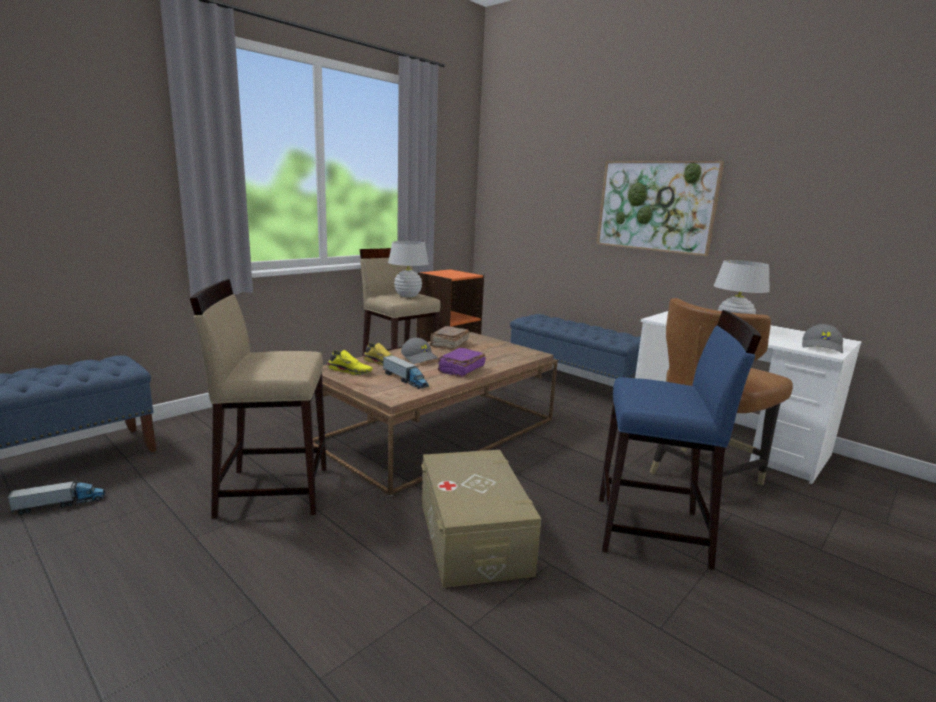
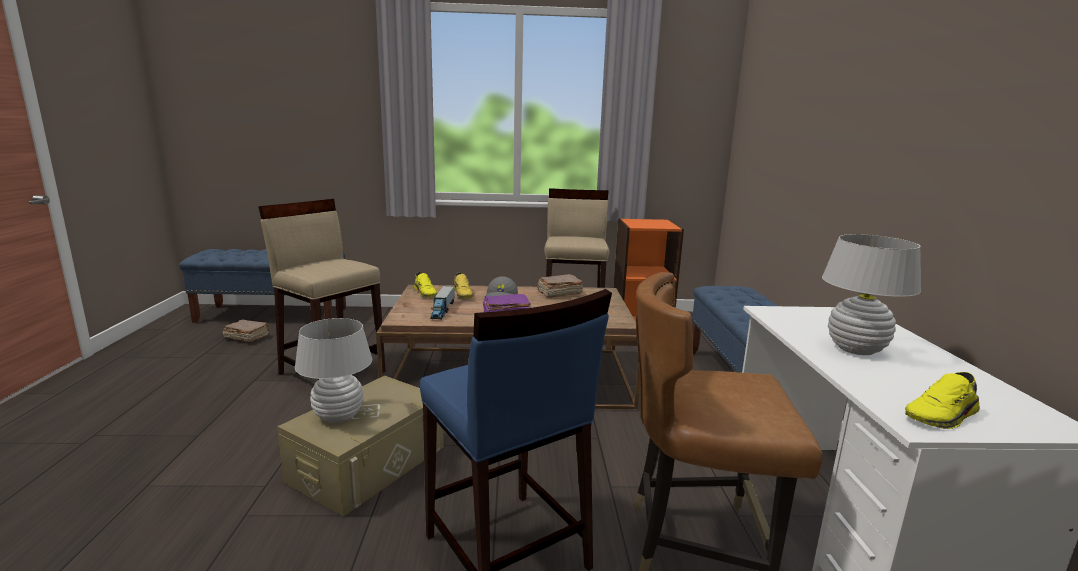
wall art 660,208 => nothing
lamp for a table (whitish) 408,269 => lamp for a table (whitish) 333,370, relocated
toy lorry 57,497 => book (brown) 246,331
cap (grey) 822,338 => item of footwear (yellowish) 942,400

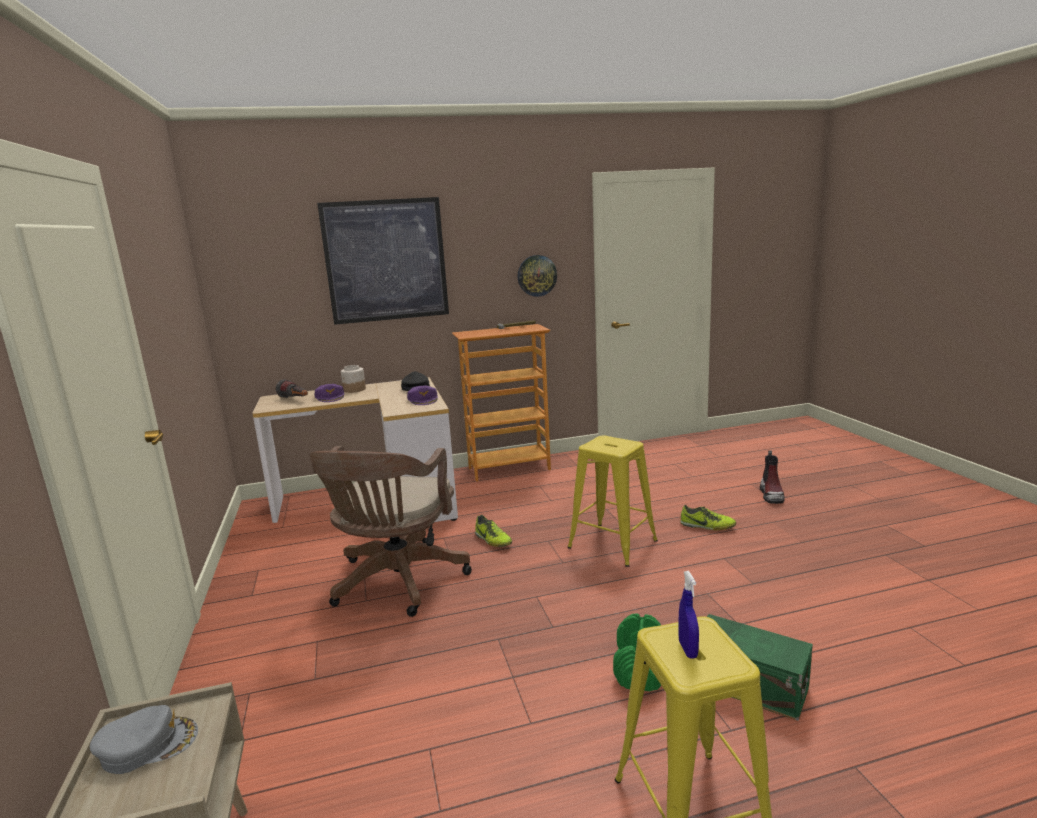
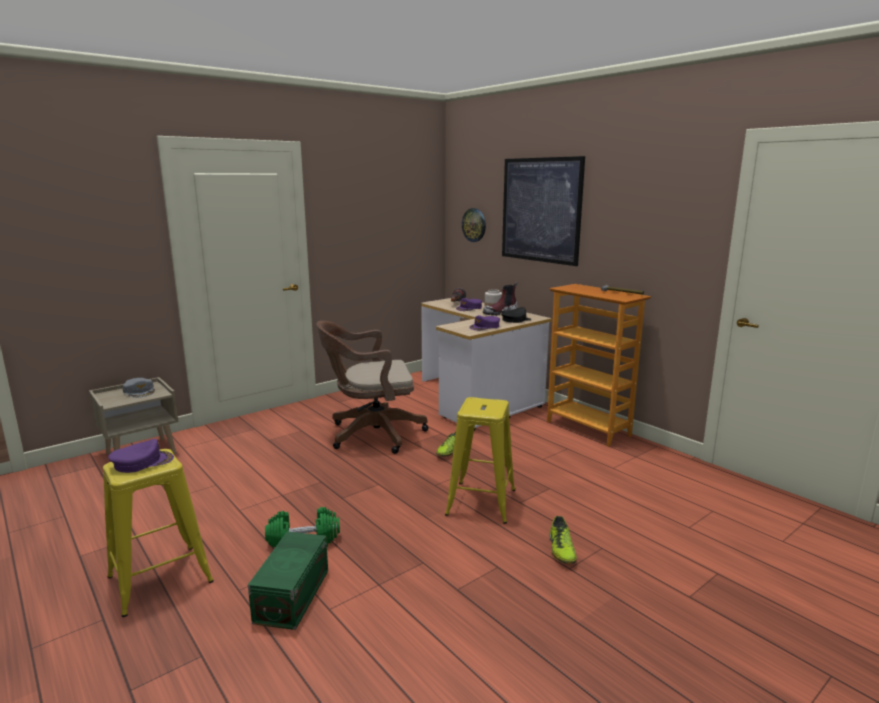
hanging clock 537,276 => hanging clock 474,225, relocated
tall boot 772,477 => tall boot 500,299, relocated
hand sprayer (bluish) 688,614 => cap (purple-coloured) 141,456

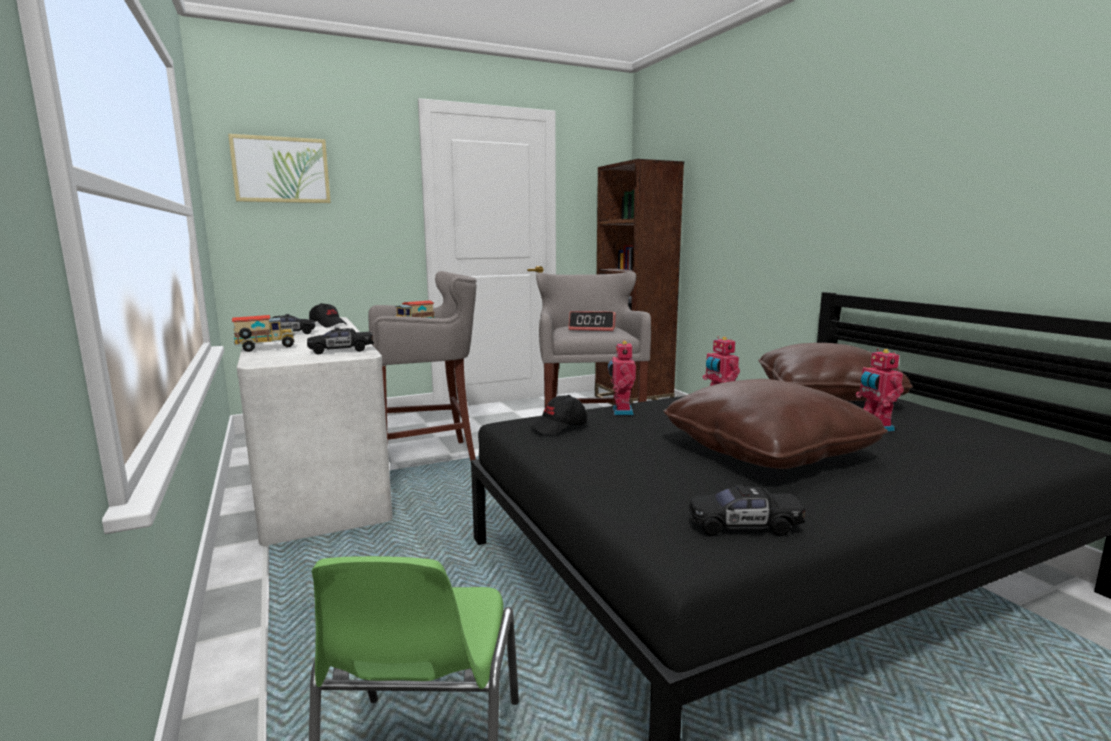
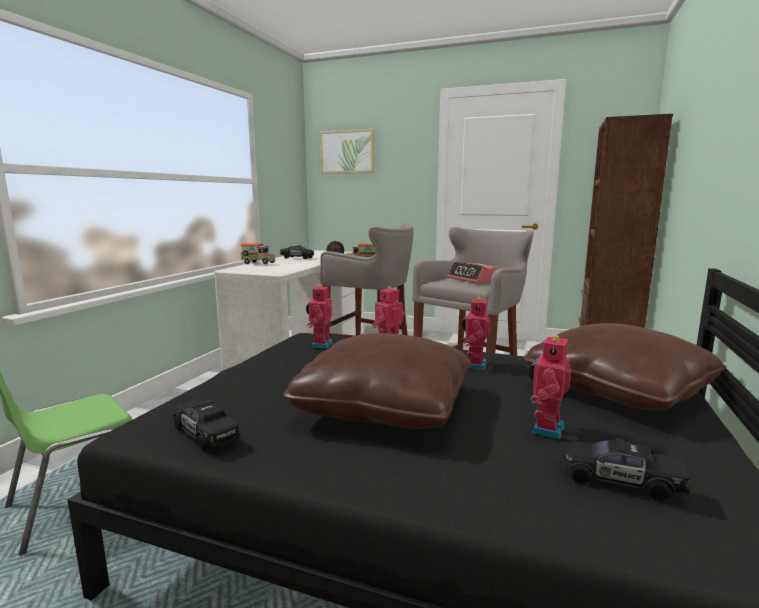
model car (black-coloured) 340,340 => model car (black-coloured) 626,469, relocated
cap (black-coloured) 558,415 => robot figure 319,316

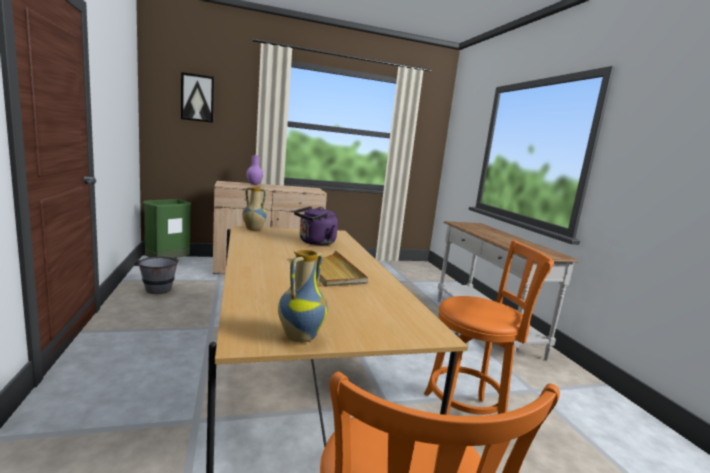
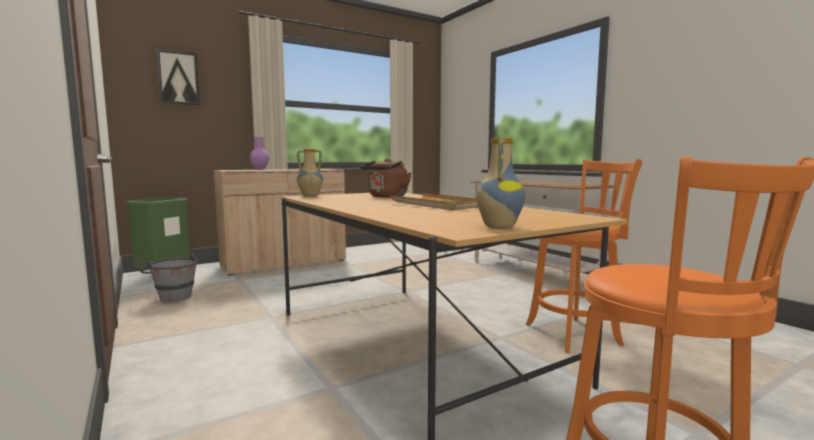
water kettle (purple-coloured) 316,225 => water kettle (brown) 386,178

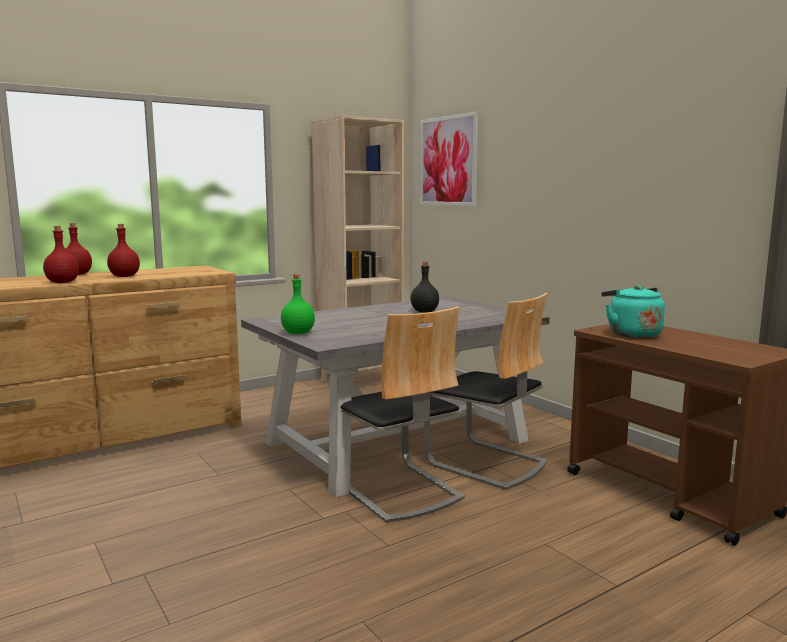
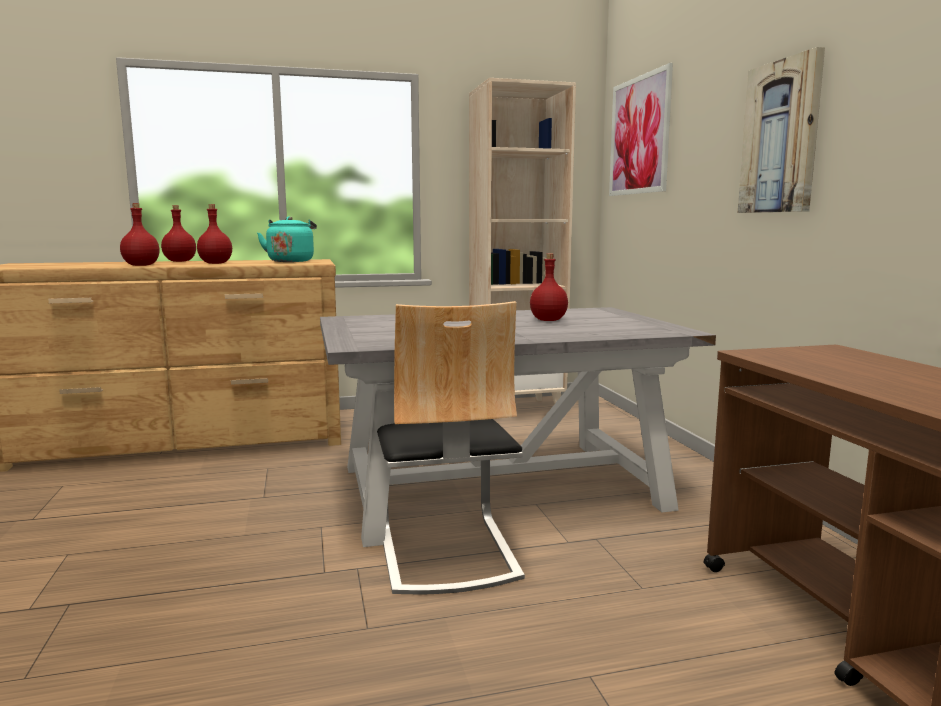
drink bottle (greenish) 298,304 => nothing
chair 485,391 => nothing
nothing => wall art 781,130
water kettle (turquoise) 633,311 => water kettle (turquoise) 287,239, relocated
drink bottle (black-coloured) 425,287 => drink bottle (red-coloured) 549,287

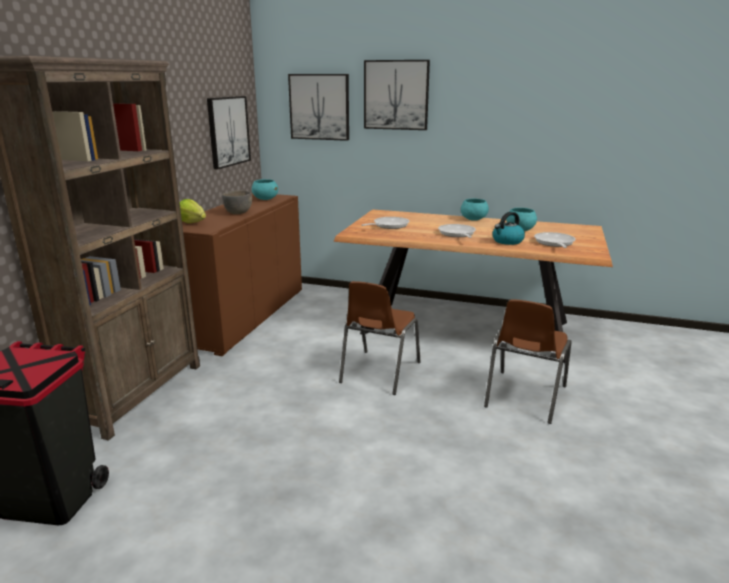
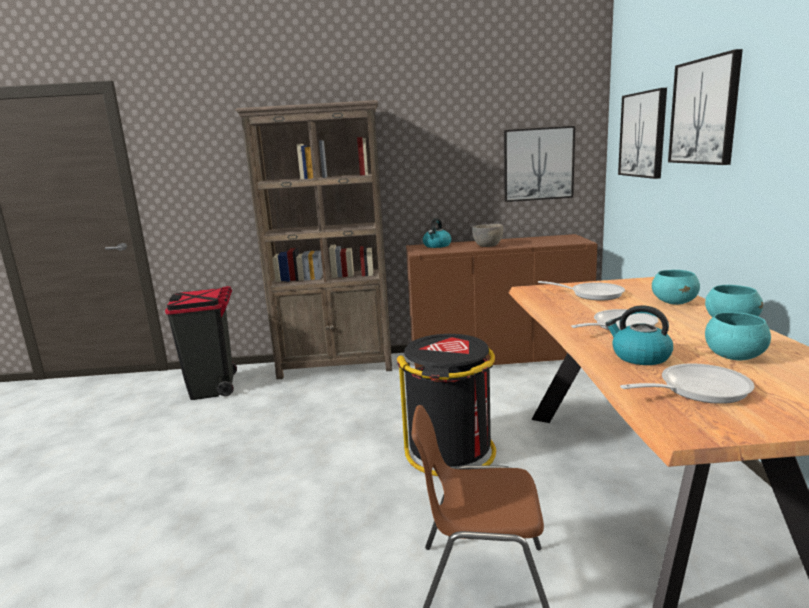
bowl (turquoise) 265,189 => bowl (turquoise) 676,287, relocated
head of lettuce 193,211 => water kettle 437,233
chair (brown) 380,338 => rubbish bin (black-coloured) 446,405

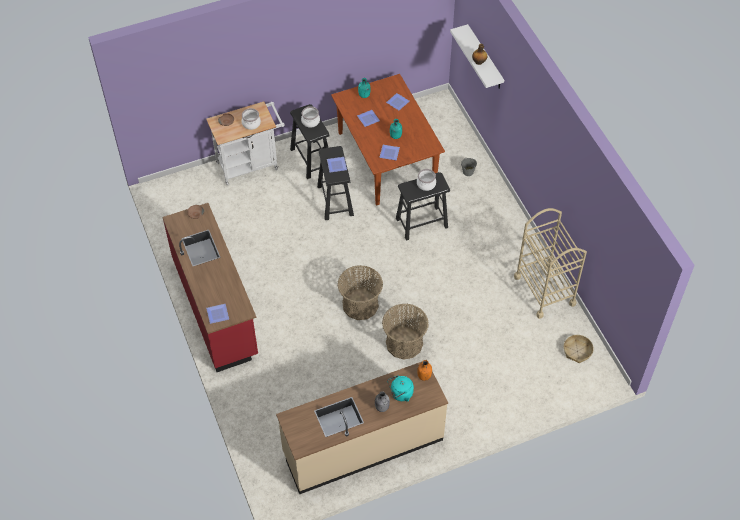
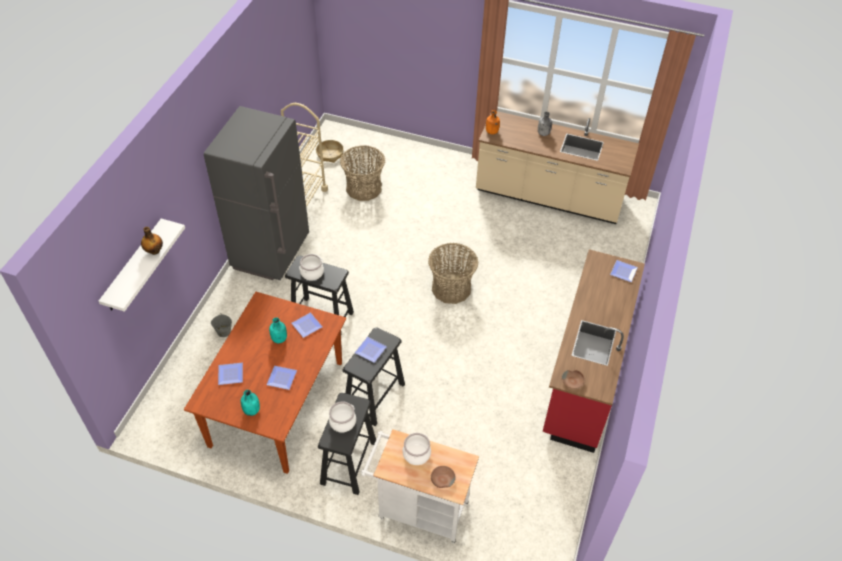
water kettle (turquoise) 400,388 => nothing
nothing => fridge (grey) 256,193
storage basket 405,332 => storage basket 362,173, relocated

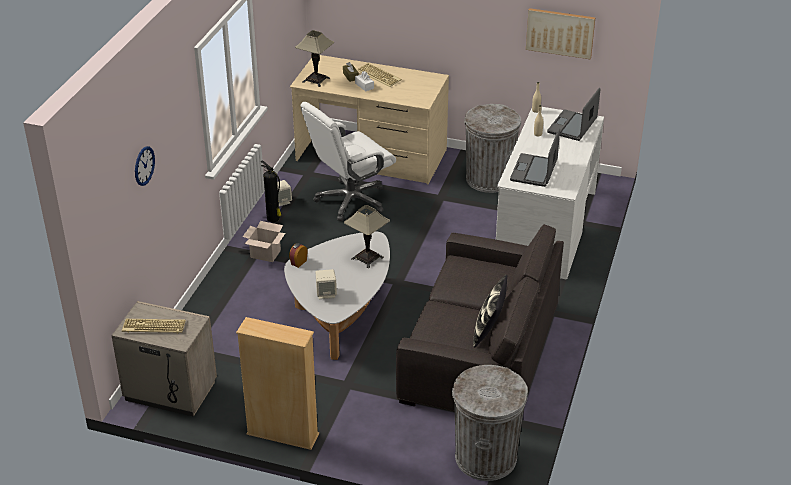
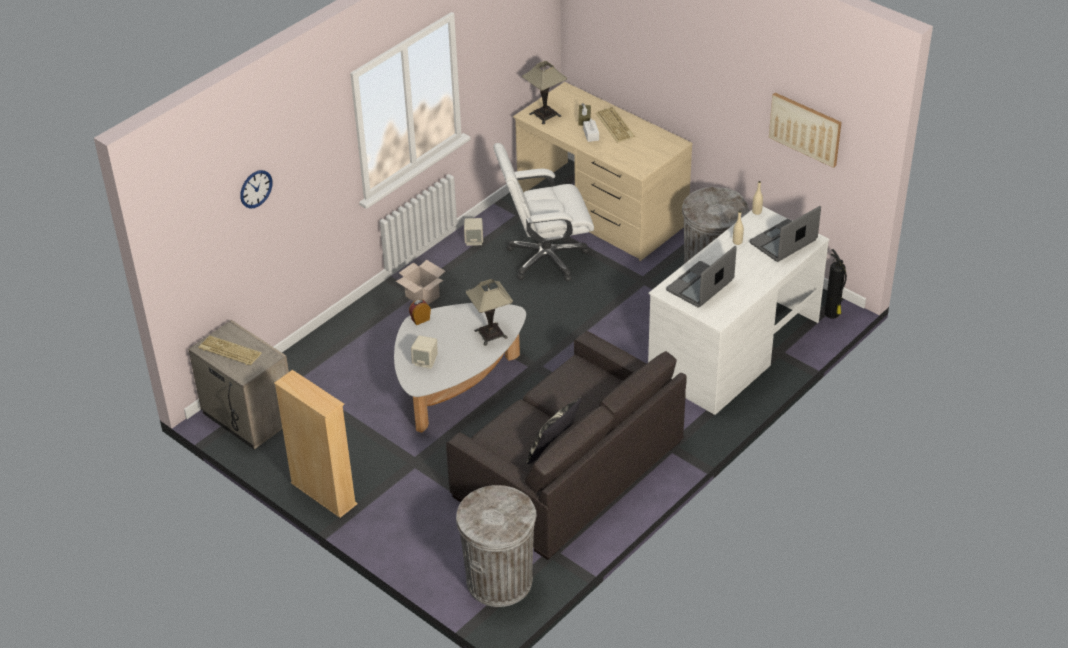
extinguisher 271,191 => extinguisher 836,284, relocated

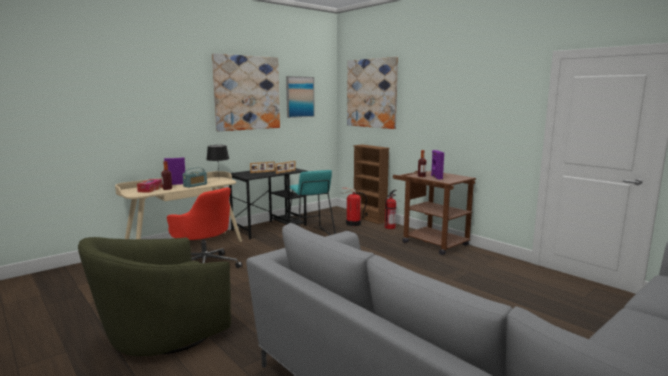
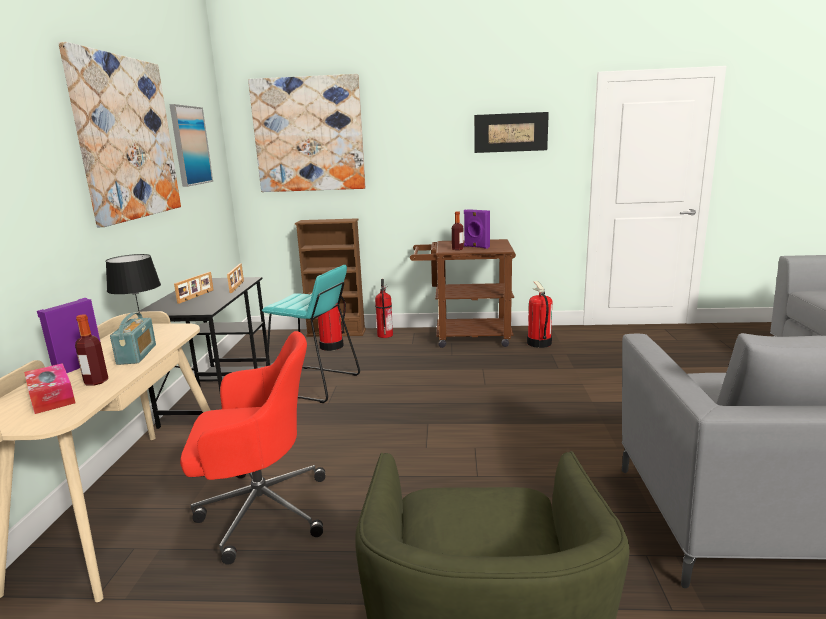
nothing => wall art 511,132
nothing => extinguisher 539,314

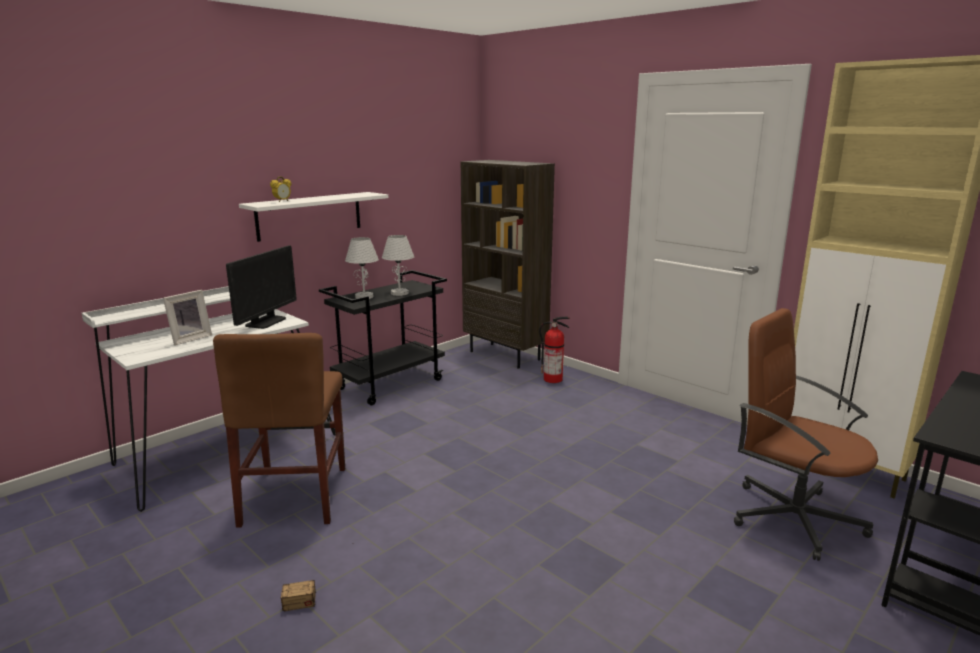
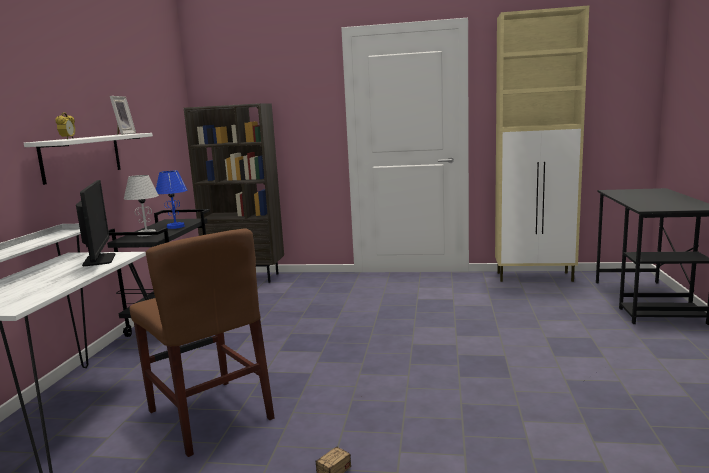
extinguisher 554,350 => nothing
desk chair (brown) 806,434 => nothing
photo frame 187,317 => photo frame 123,115, relocated
lamp for a table (whitish) 398,265 => lamp for a table (bluish) 171,200

